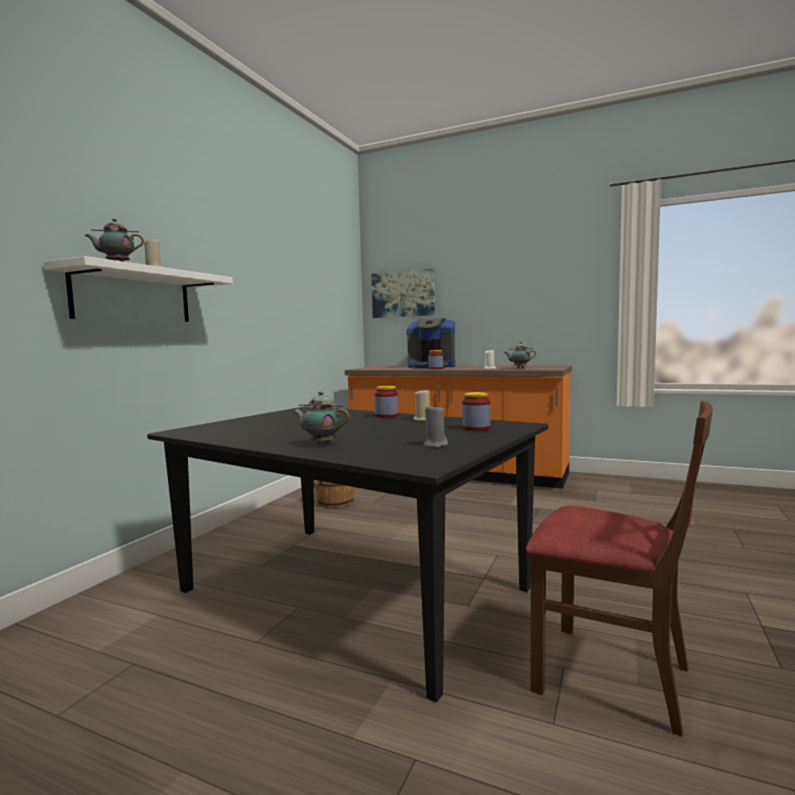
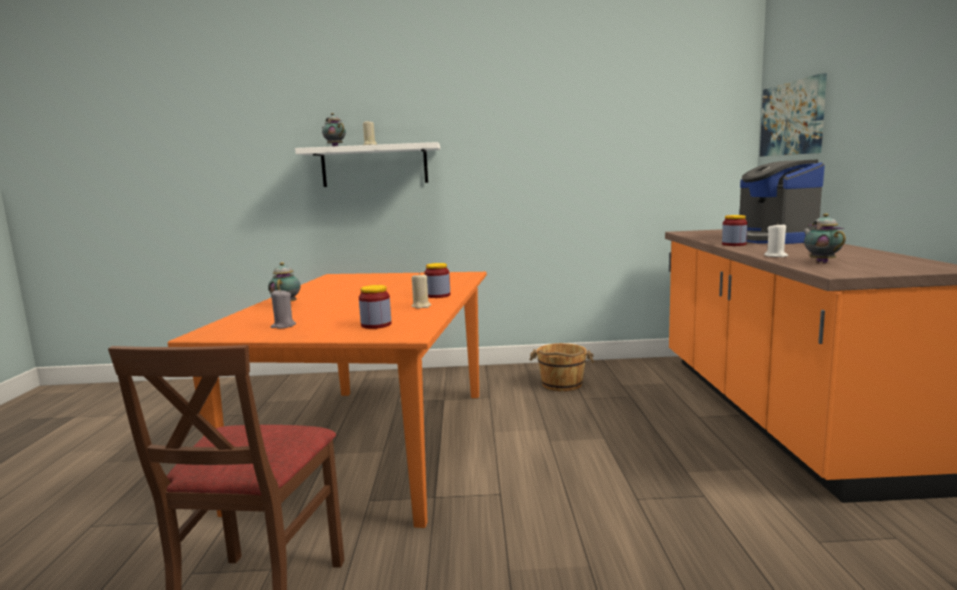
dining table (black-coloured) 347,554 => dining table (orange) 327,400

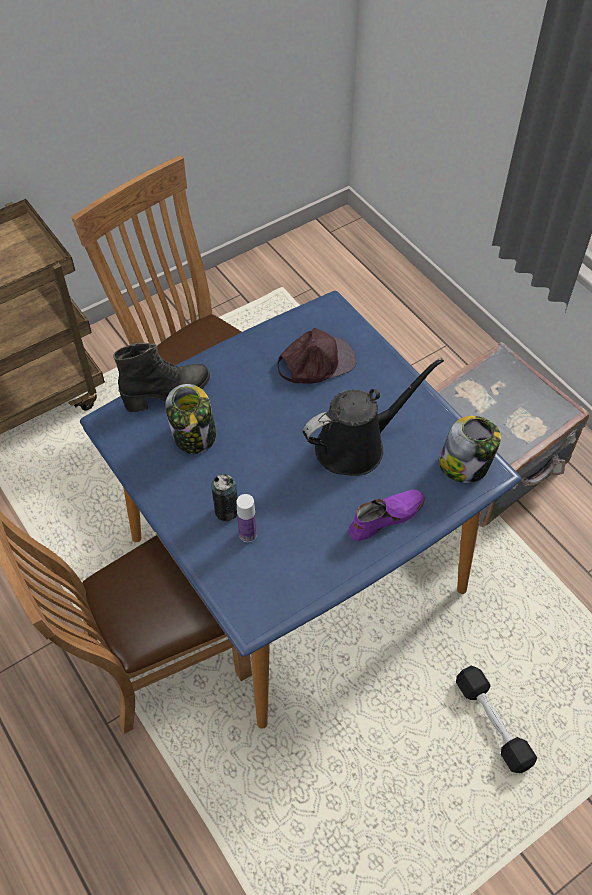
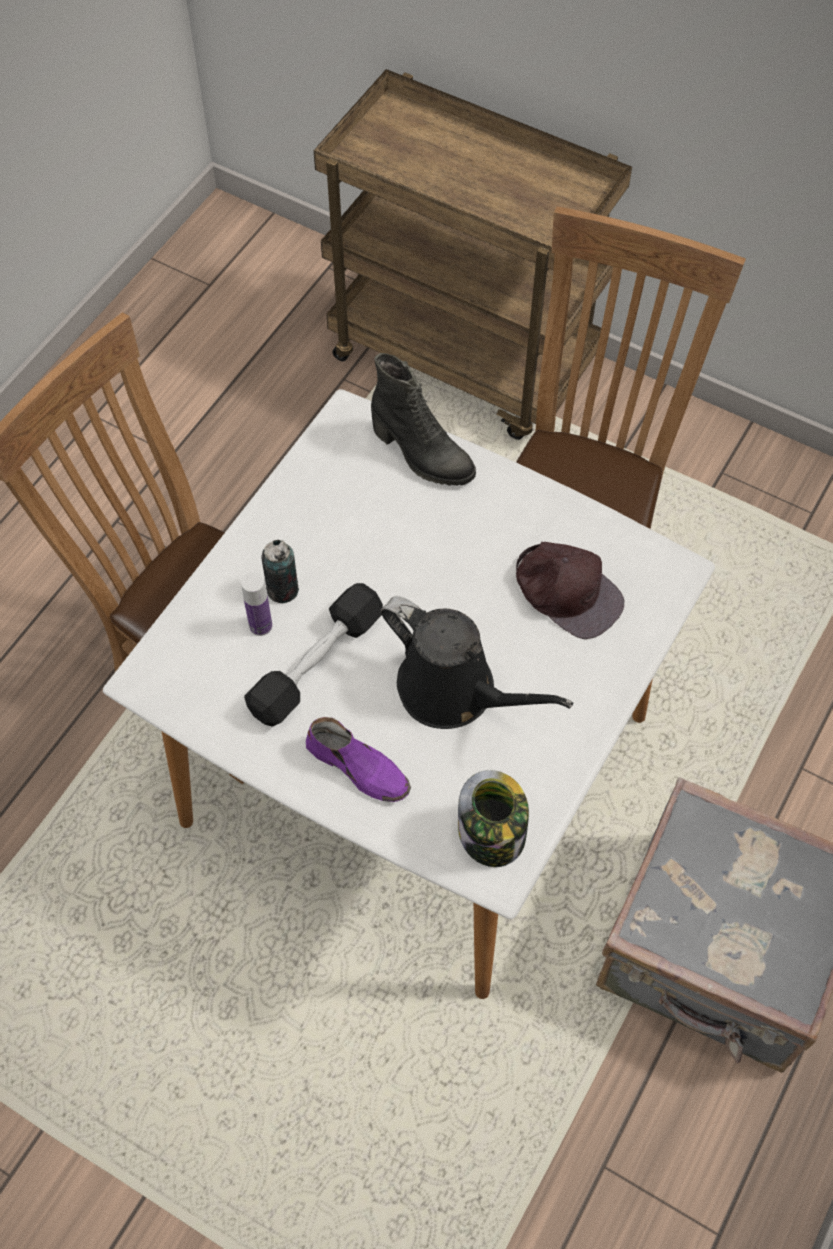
preserve jar 190,419 => nothing
hand weight (black-coloured) 496,719 => hand weight (black-coloured) 313,654, relocated
dining table (bluish) 301,510 => dining table (whitish) 409,694

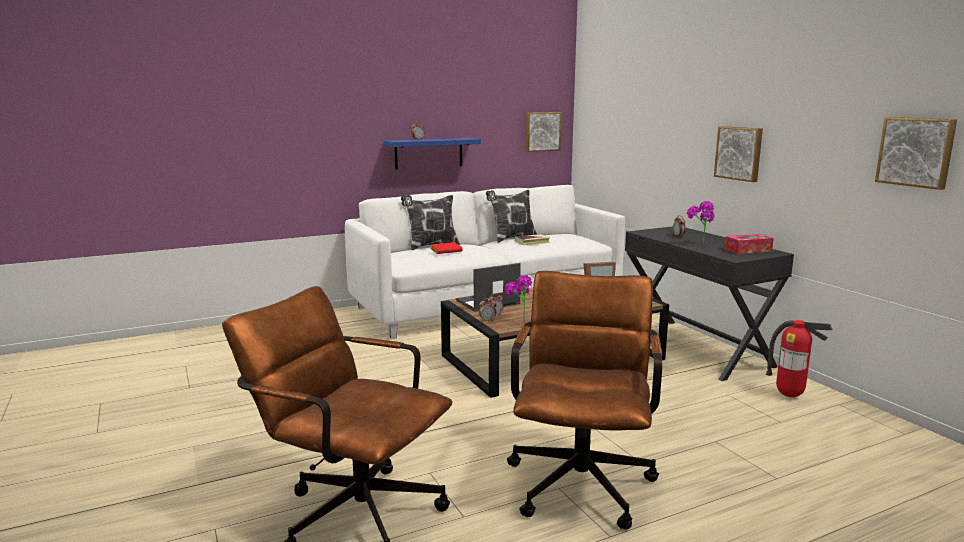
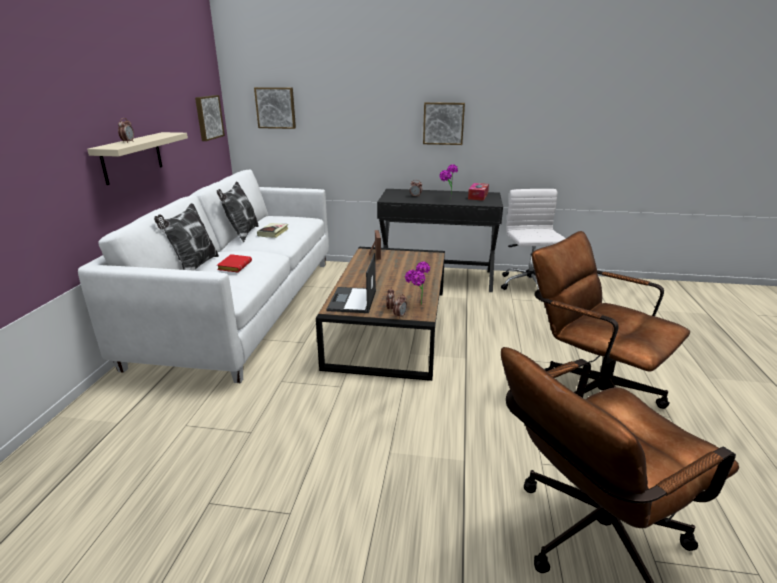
wall art 916,153 => wall art 275,108, relocated
extinguisher 799,358 => desk chair (whitish) 533,239
shelf (bluish) 432,153 => shelf (beige-coloured) 137,158

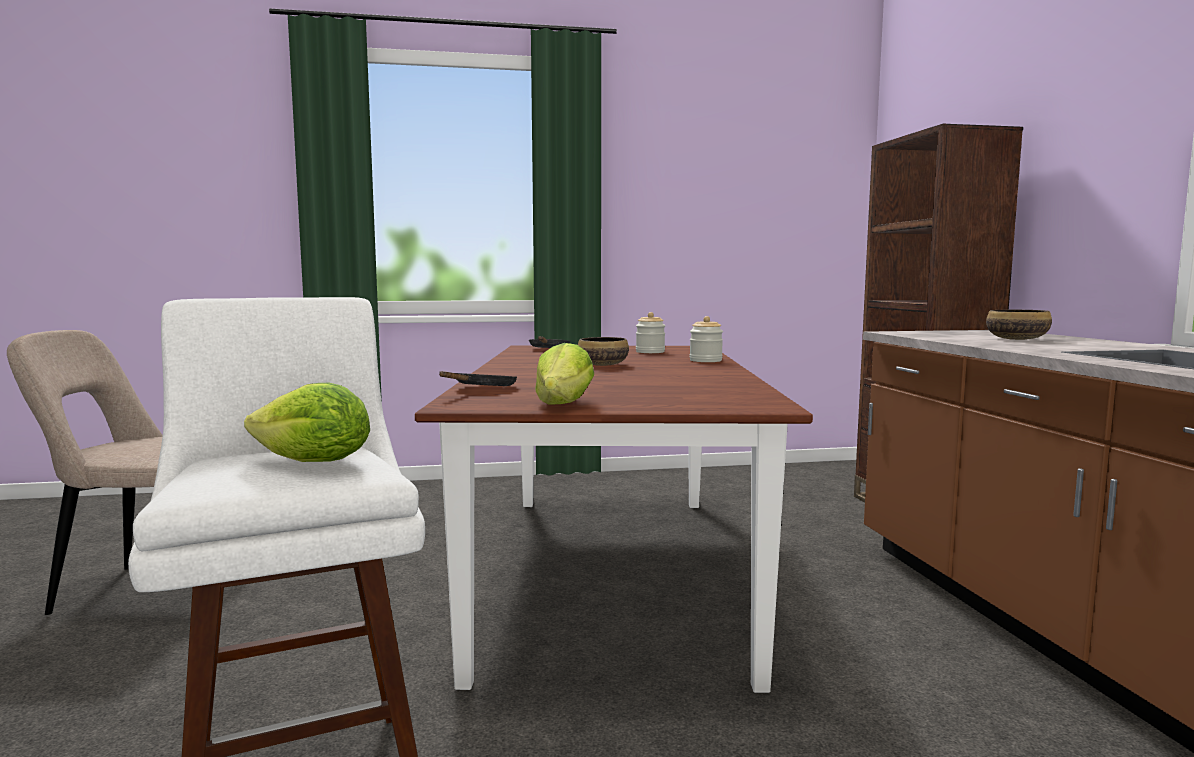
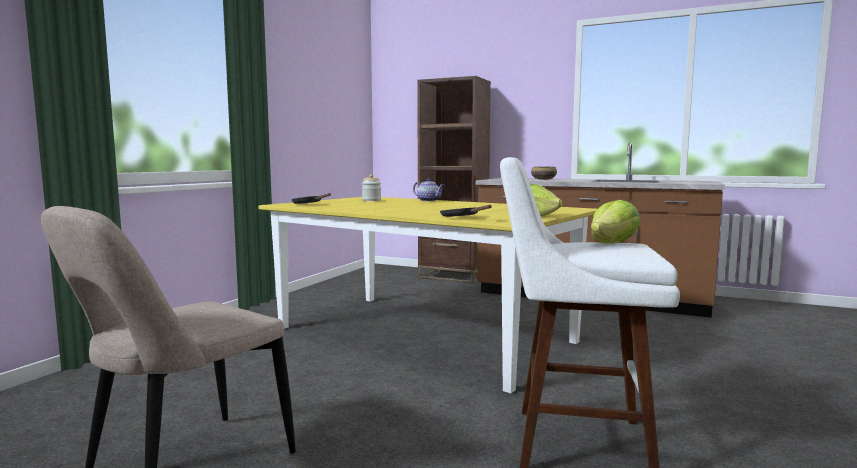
bowl 603,351 => nothing
preserve jar 706,339 => pot for tea 428,189
dining table (brown) 614,519 => dining table (yellowish) 427,295

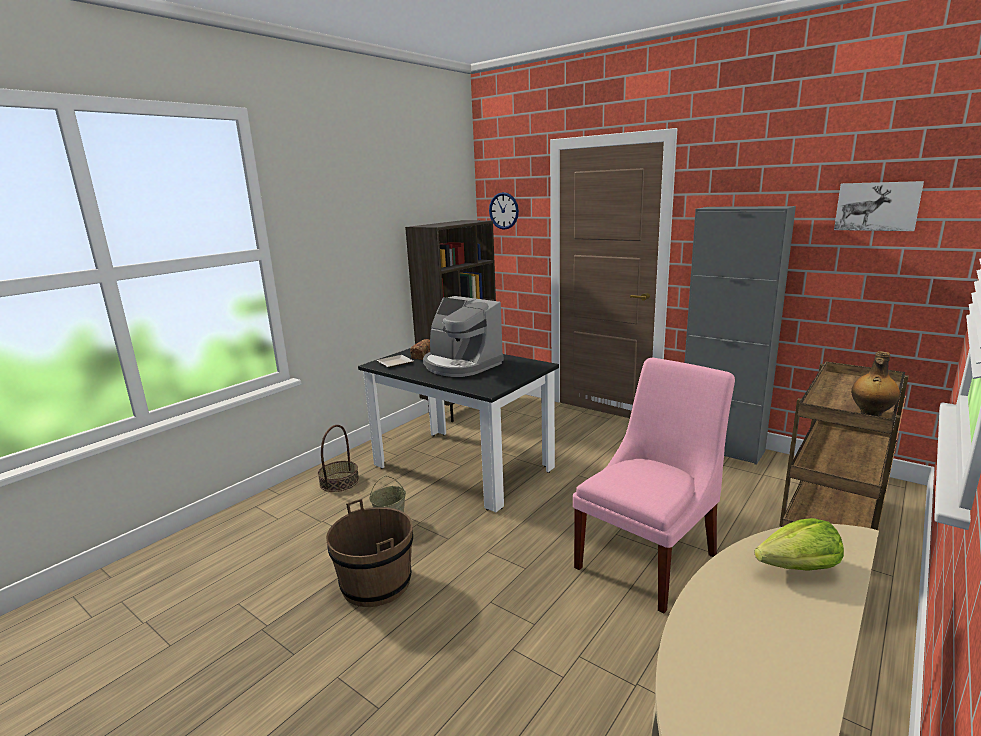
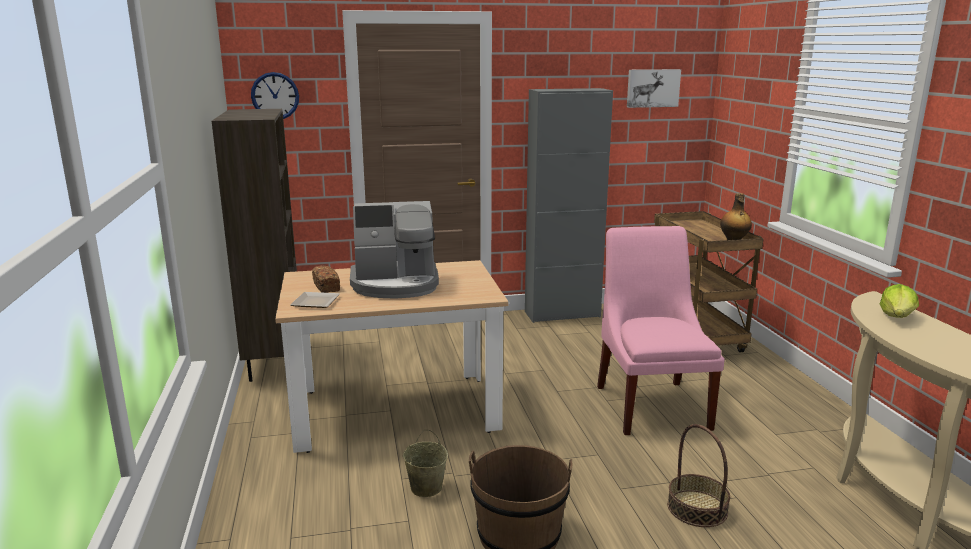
storage basket 338,458 => storage basket 698,475, relocated
dining table (black-coloured) 458,430 => dining table (beige-coloured) 391,356

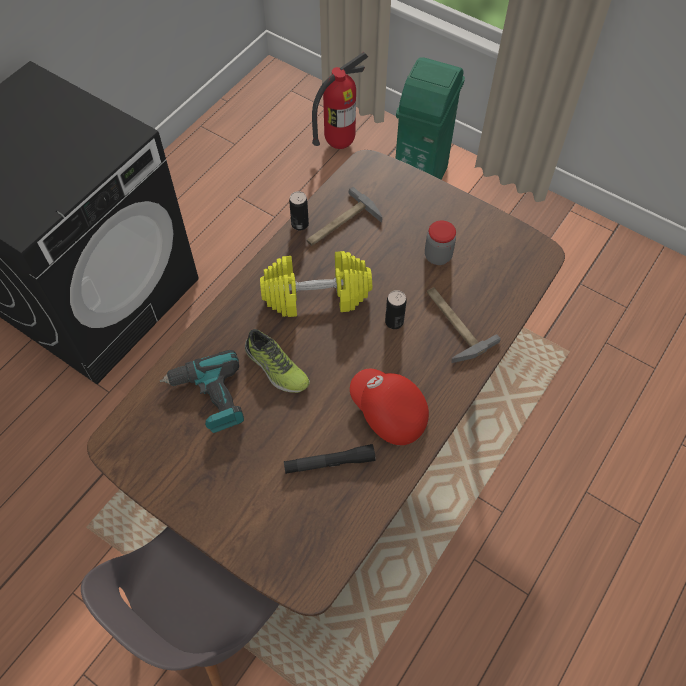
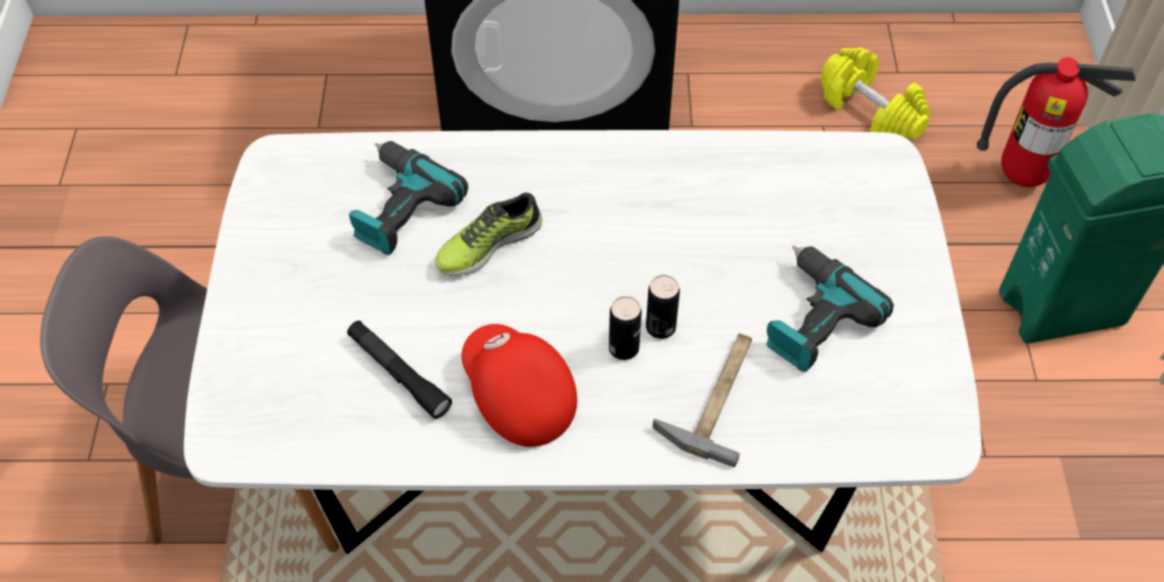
hand hammer 344,216 => nothing
hand weight (yellowish) 316,284 => hand weight (yellowish) 875,93, relocated
metal can 299,211 => metal can 625,328, relocated
preserve jar 440,243 => drill 830,309
dining table (brown) 326,383 => dining table (whitish) 582,342
item of footwear 277,361 => item of footwear 488,234, 45 degrees clockwise
cap (red-coloured) 389,407 => cap (red-coloured) 519,385, 45 degrees counterclockwise

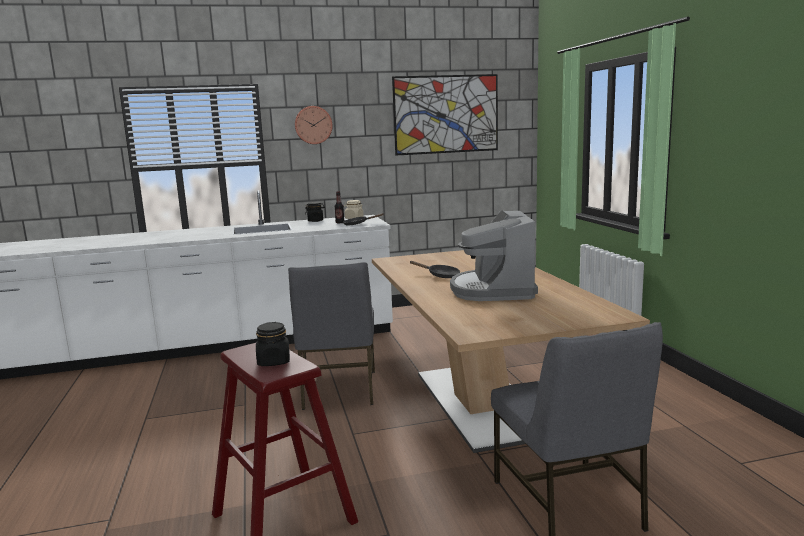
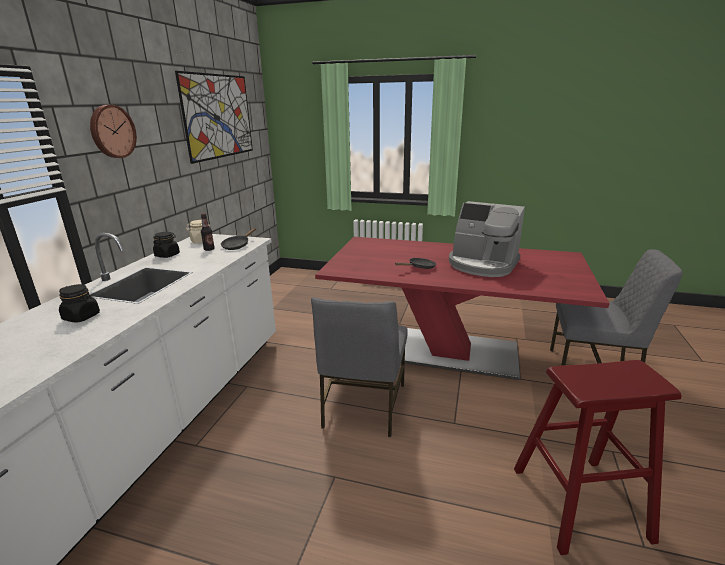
preserve jar (black-coloured) 273,344 => preserve jar (black-coloured) 79,303, relocated
dining table (beige-coloured) 511,351 => dining table (red-coloured) 462,308
chair (grey) 331,336 => chair (grey) 359,367, 75 degrees clockwise

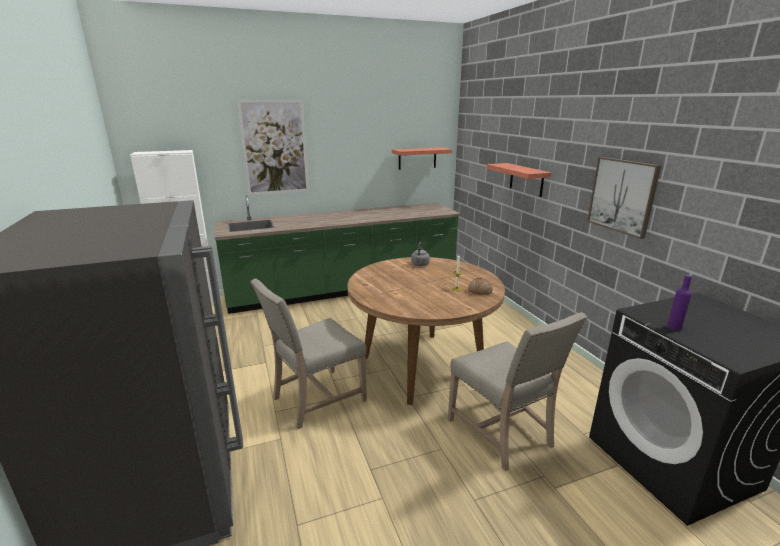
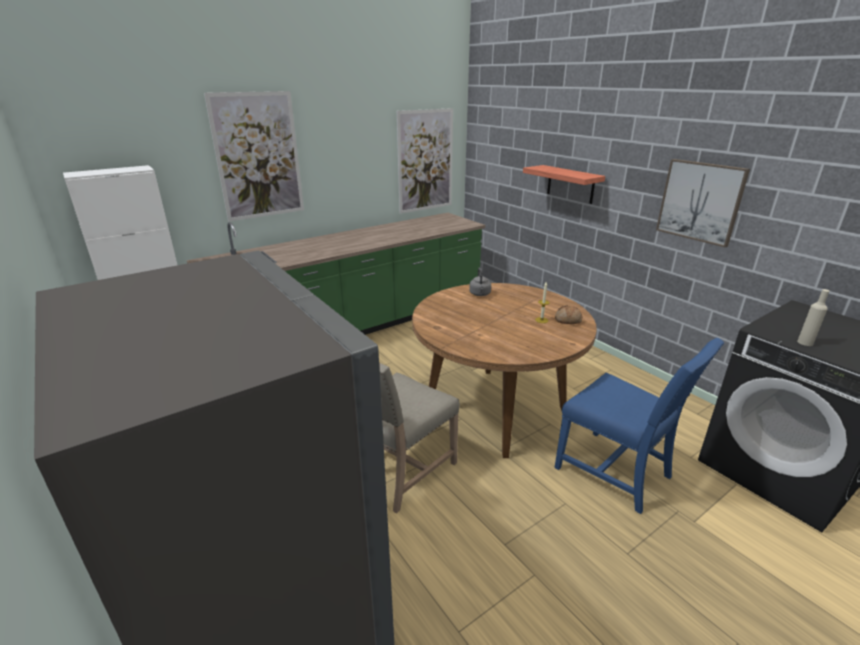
shelf 422,158 => wall art 425,161
chair (beige-coloured) 517,391 => chair (bluish) 639,426
drink bottle (purple-coloured) 679,303 => drink bottle (beige-coloured) 813,317

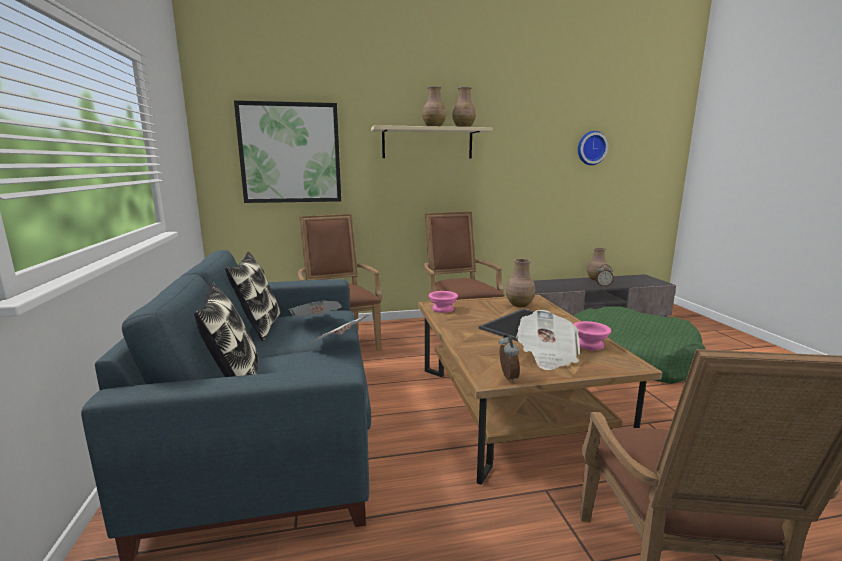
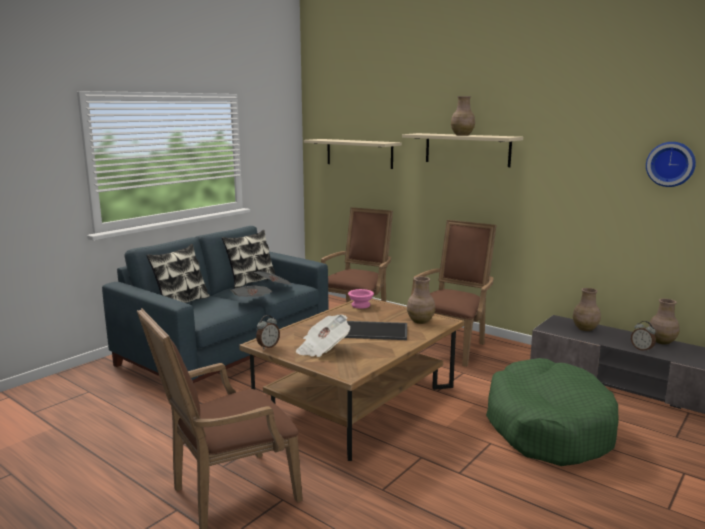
bowl (pink) 592,336 => nothing
vase (brown) 464,107 => vase (brown) 587,309, relocated
wall art 287,151 => shelf (beige-coloured) 352,154

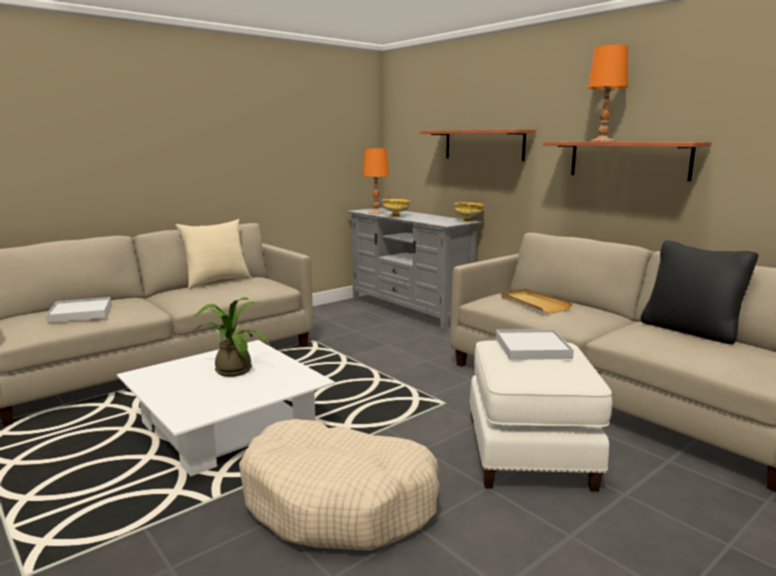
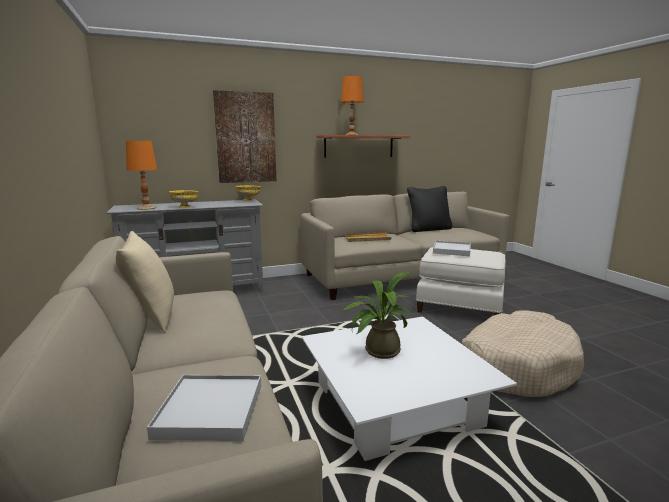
shelf 478,145 => wall art 244,136

